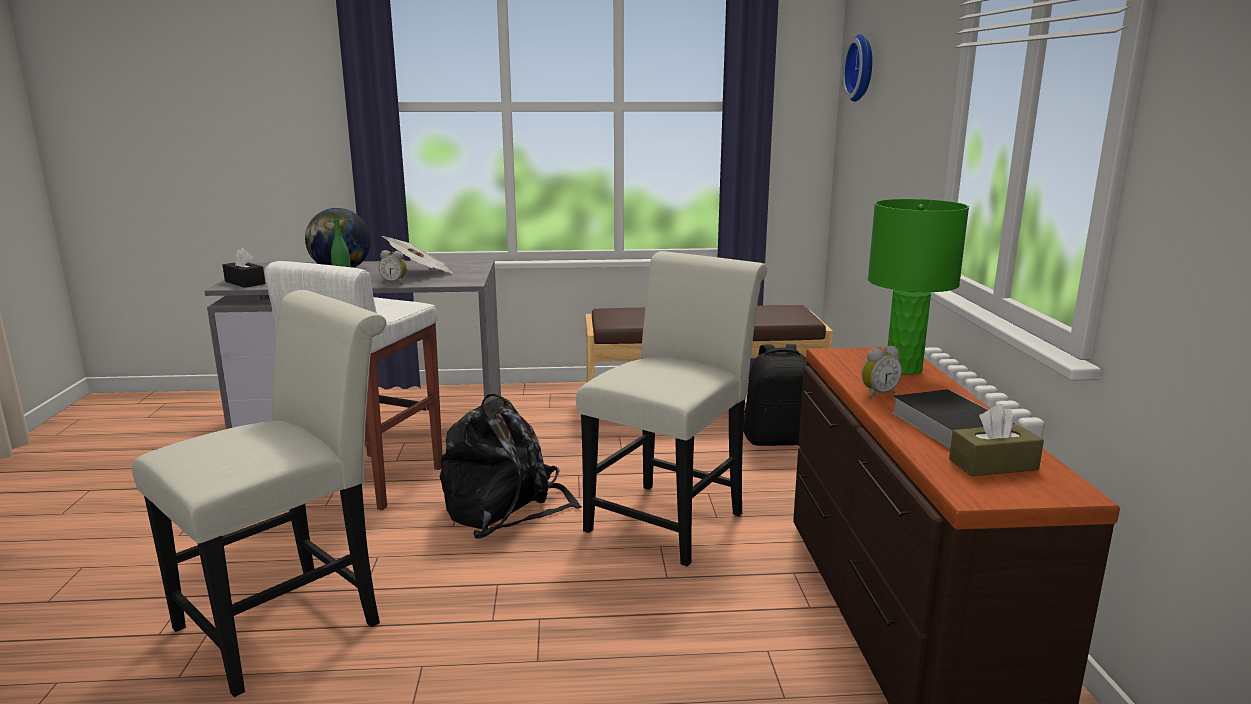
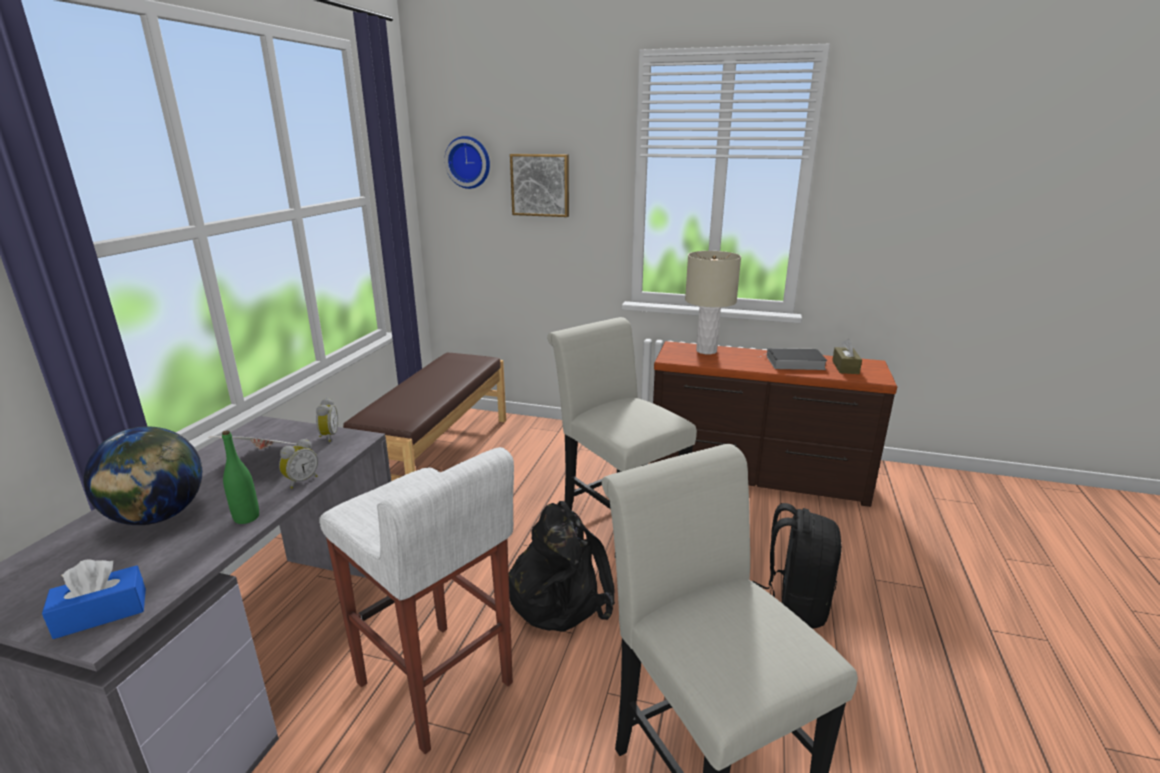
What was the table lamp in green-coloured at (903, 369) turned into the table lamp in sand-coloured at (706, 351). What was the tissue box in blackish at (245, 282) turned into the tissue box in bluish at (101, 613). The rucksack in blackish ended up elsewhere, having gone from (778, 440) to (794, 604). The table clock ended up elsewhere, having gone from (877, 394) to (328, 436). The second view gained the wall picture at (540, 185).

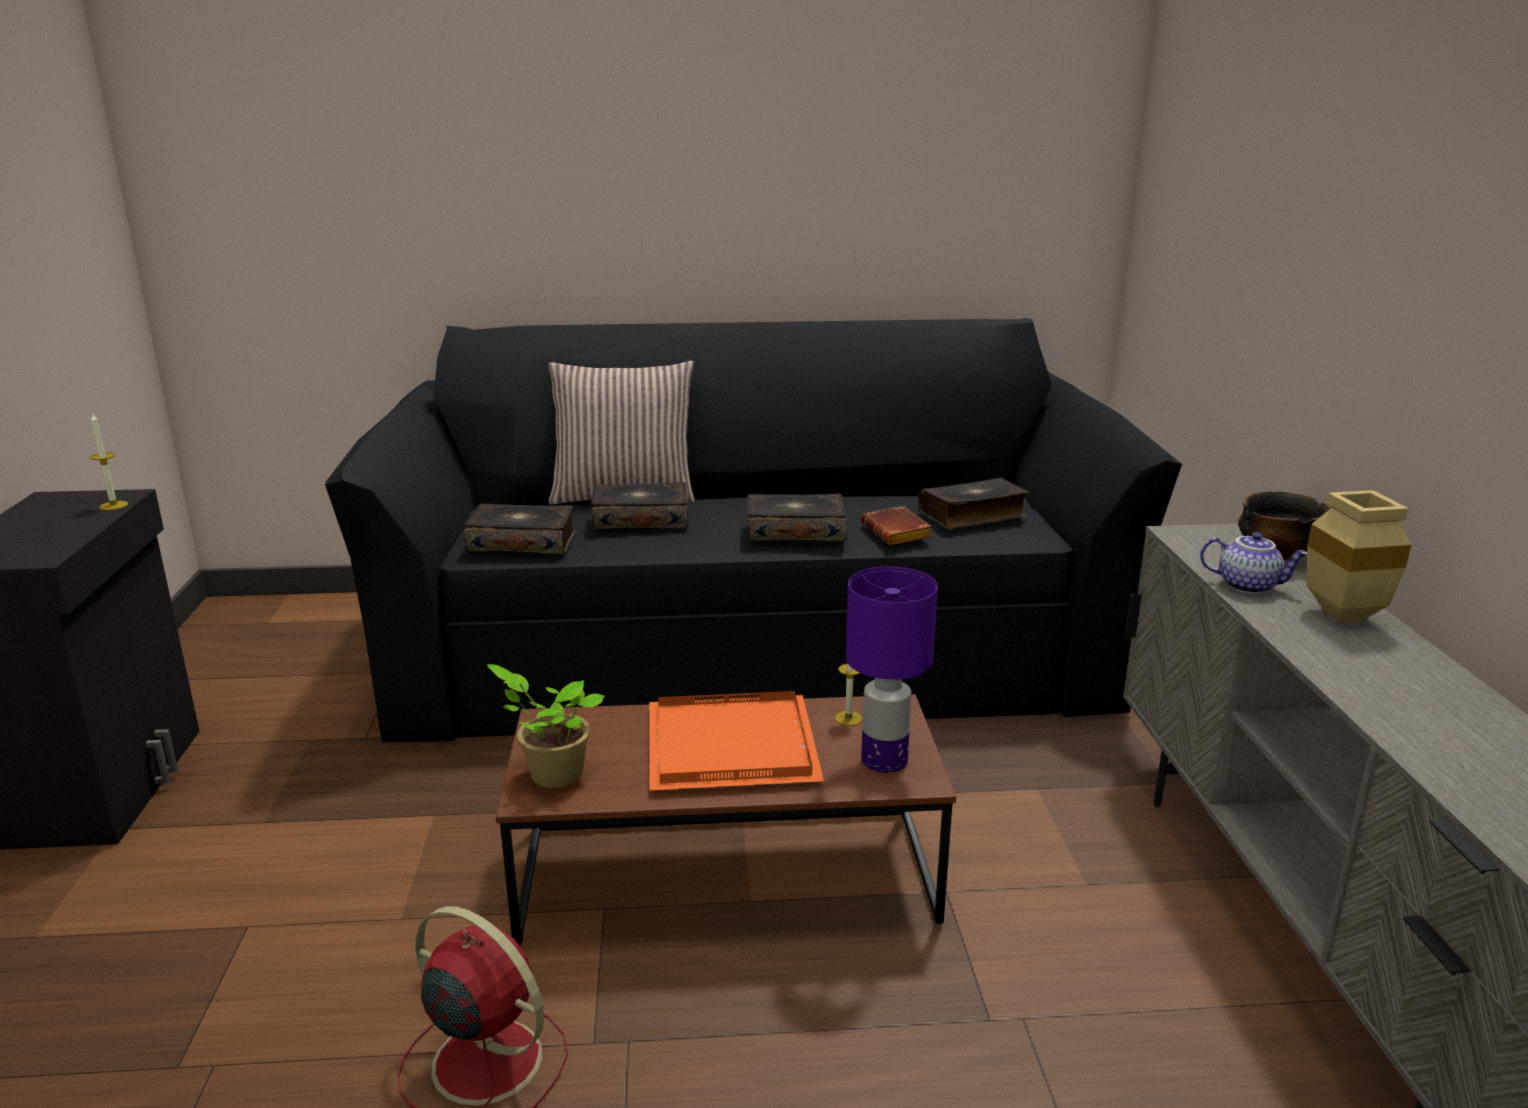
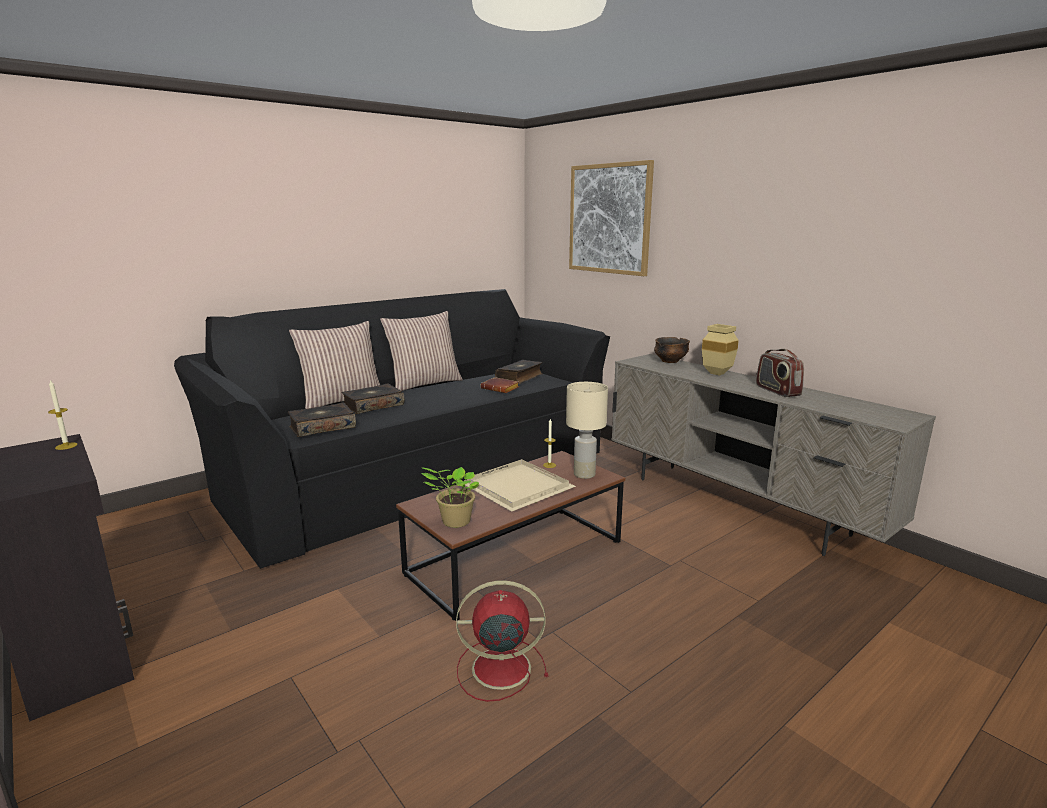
The second view lost the volume at (795, 531). The second view lost the tea pot at (1248, 585). What was the table lamp in purple-coloured at (883, 761) turned into the table lamp in sand-coloured at (583, 474). What was the serving tray in orange at (734, 747) turned into the serving tray in sand-coloured at (519, 488). The second view gained the wall picture at (609, 219). The second view gained the cushion at (424, 383). The second view gained the radio at (777, 391).

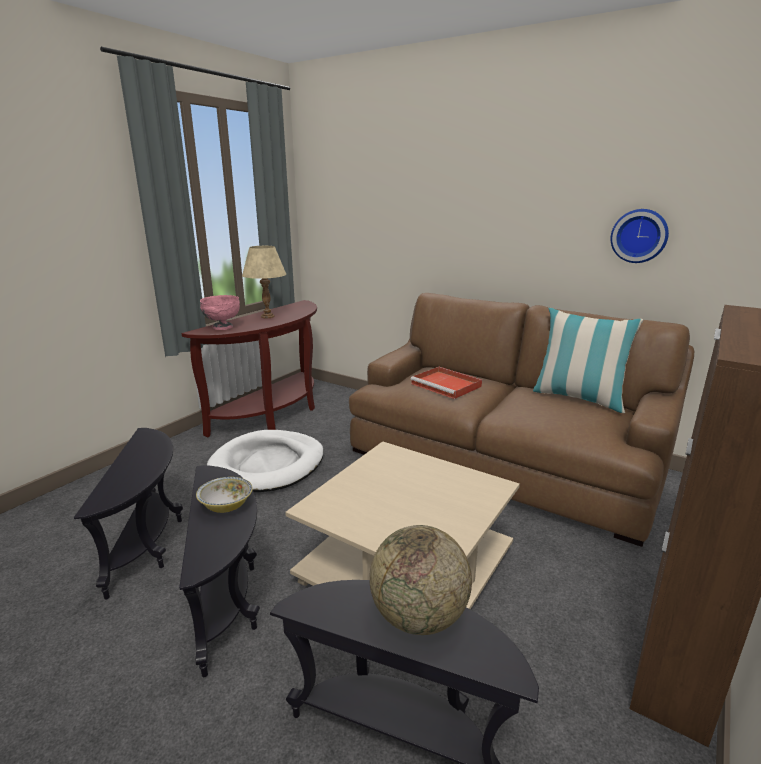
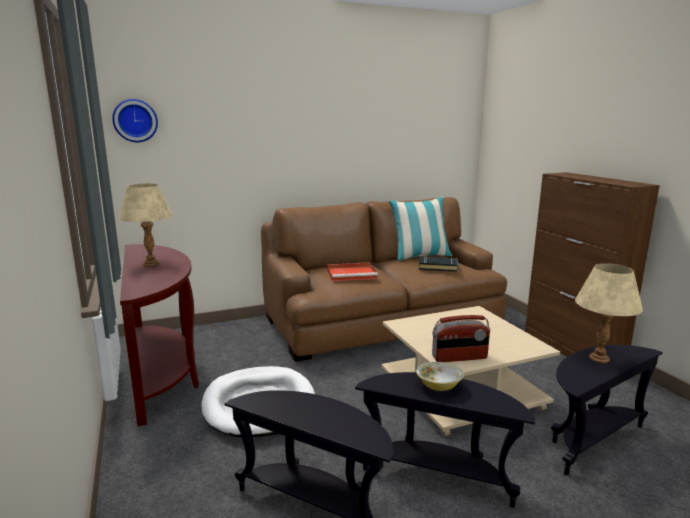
The hanging clock ended up elsewhere, having gone from (639, 236) to (135, 120). The second view lost the deep dish in pink-coloured at (222, 327). Where the globe stood at (419, 616), the table lamp in sand-coloured came to stand at (599, 358). The second view gained the volume in blackish at (438, 267). The second view gained the radio at (459, 358).

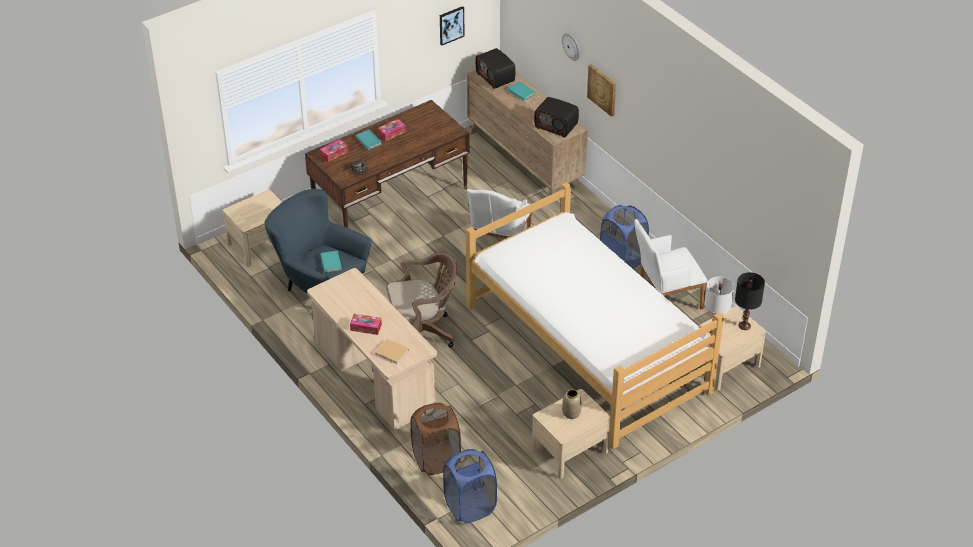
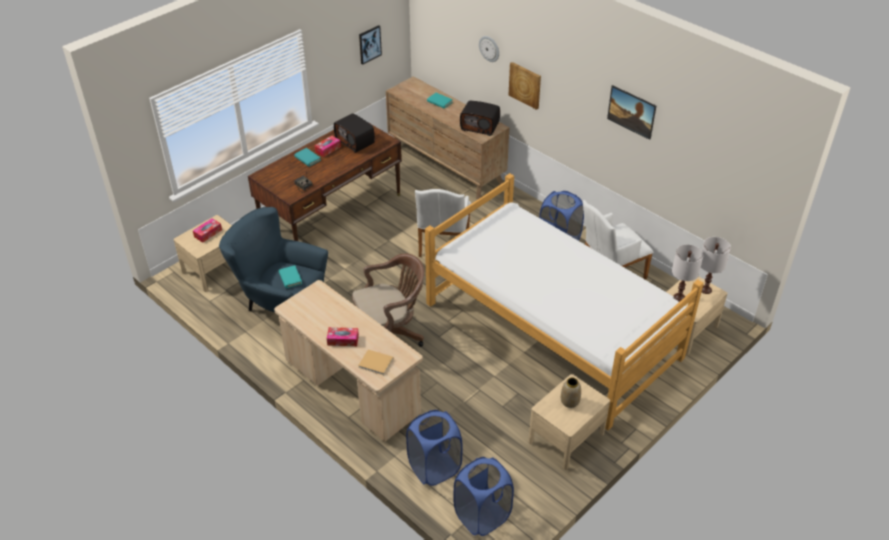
The radio ended up elsewhere, having gone from (496, 77) to (355, 141). The tissue box ended up elsewhere, having gone from (334, 154) to (208, 233). What was the table lamp in blackish at (744, 325) turned into the table lamp in white at (705, 289). What was the washing basket in brown at (436, 460) turned into the washing basket in bluish at (434, 467). The second view gained the wall picture at (630, 120).

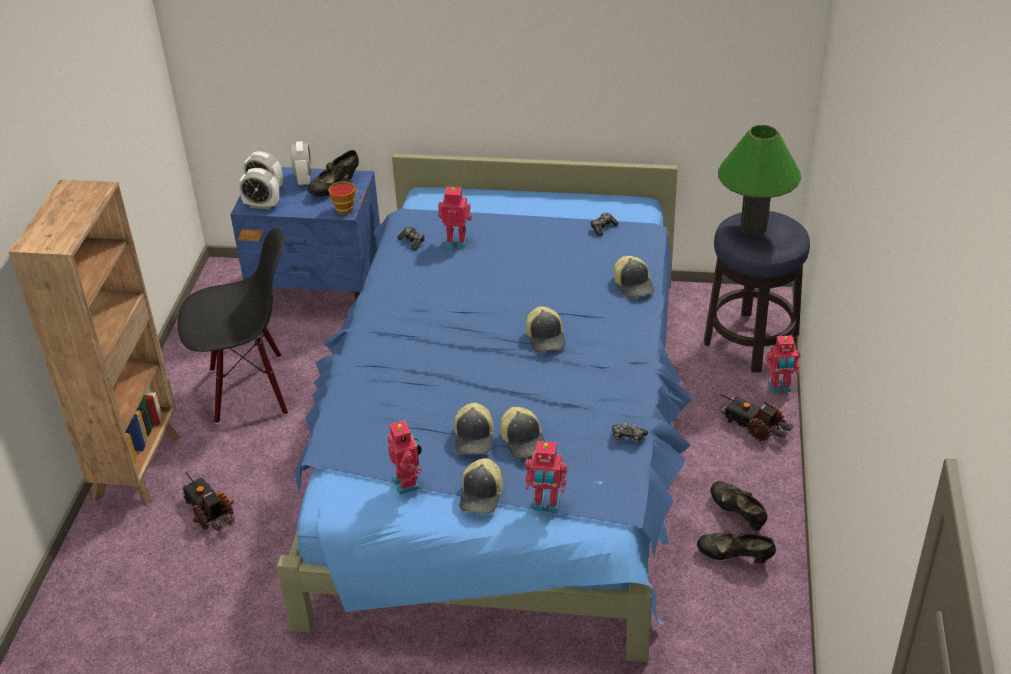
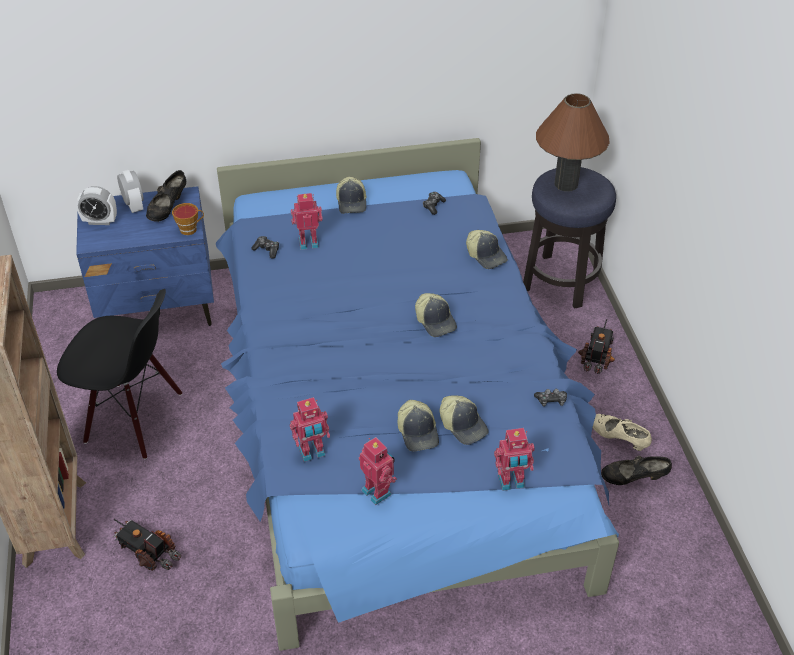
What was the table lamp in green-coloured at (753, 227) turned into the table lamp in brown at (566, 184). The second view lost the table clock at (262, 205). The chair in blackish at (249, 389) ended up facing another way, 45 degrees clockwise from before. The model robot ended up elsewhere, having gone from (779, 388) to (312, 453). The toy truck at (754, 426) ended up facing another way, 90 degrees clockwise from before. The baseball cap ended up elsewhere, having gone from (482, 495) to (352, 202). What was the low shoe in blackish at (737, 514) turned into the low shoe in sand-coloured at (618, 439).

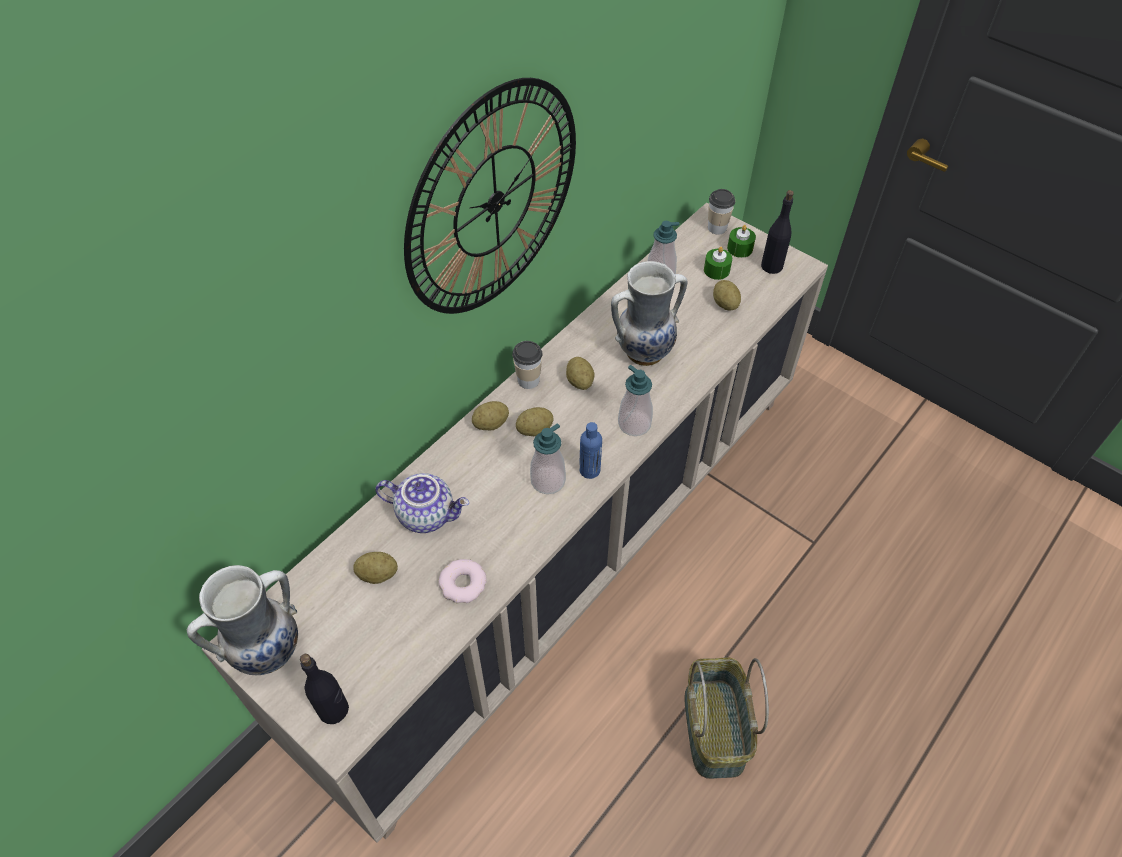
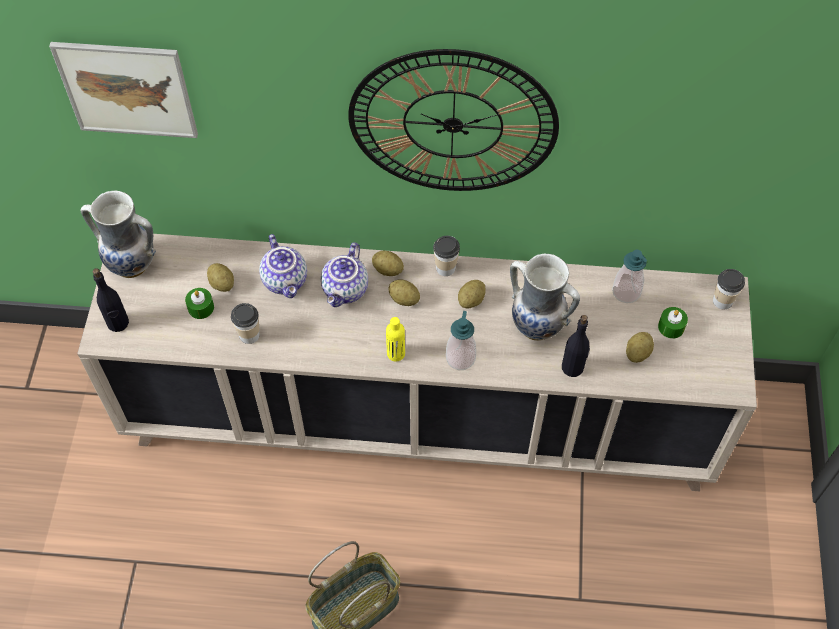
The bottle in blackish ended up elsewhere, having gone from (772, 266) to (573, 367). The wax light in green-coloured ended up elsewhere, having gone from (740, 248) to (201, 308). What was the bottle in bluish at (589, 470) turned into the bottle in yellow-coloured at (396, 353). The second view lost the liquid soap bottle at (548, 480). Where the donut stood at (463, 584), the drinking cup came to stand at (249, 335). The second view gained the wall picture at (127, 89). The second view gained the tea pot at (346, 290).

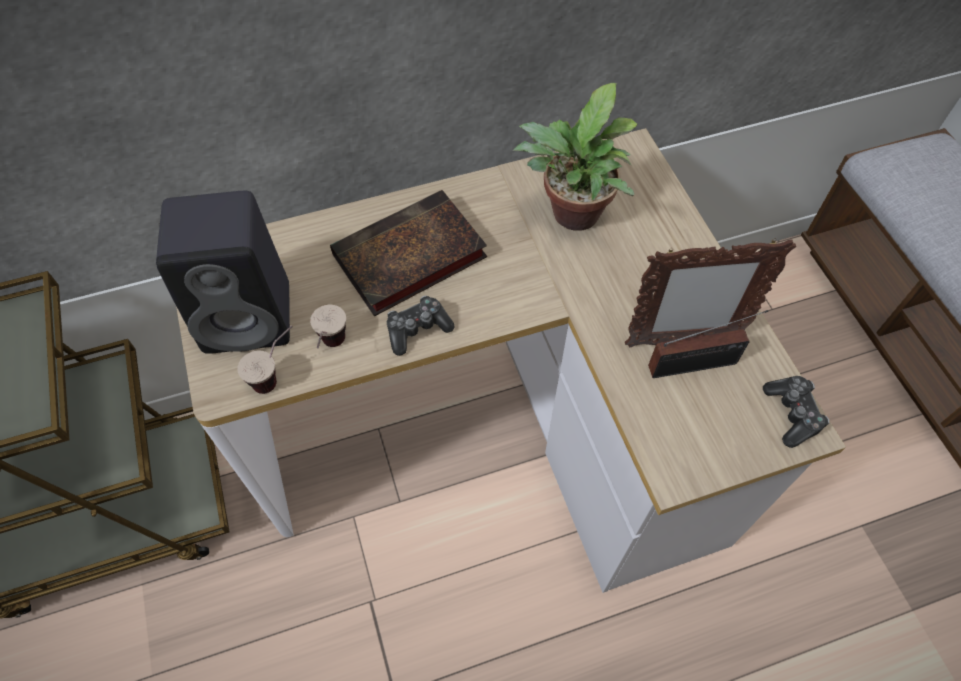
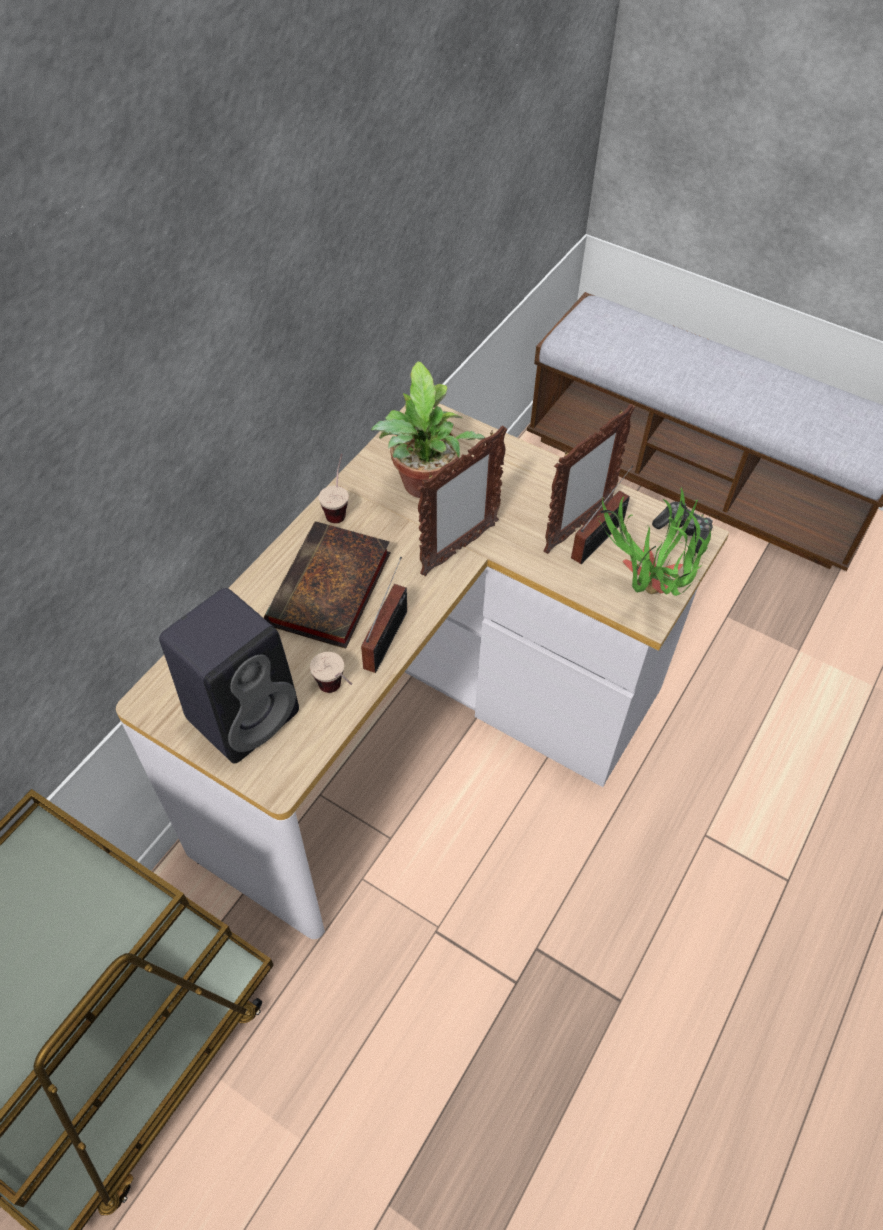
Where the game controller stood at (417, 329), the radio came to stand at (388, 636). The drinking cup ended up elsewhere, having gone from (277, 375) to (338, 507). The second view gained the standing frame at (458, 549). The second view gained the houseplant at (643, 597).

